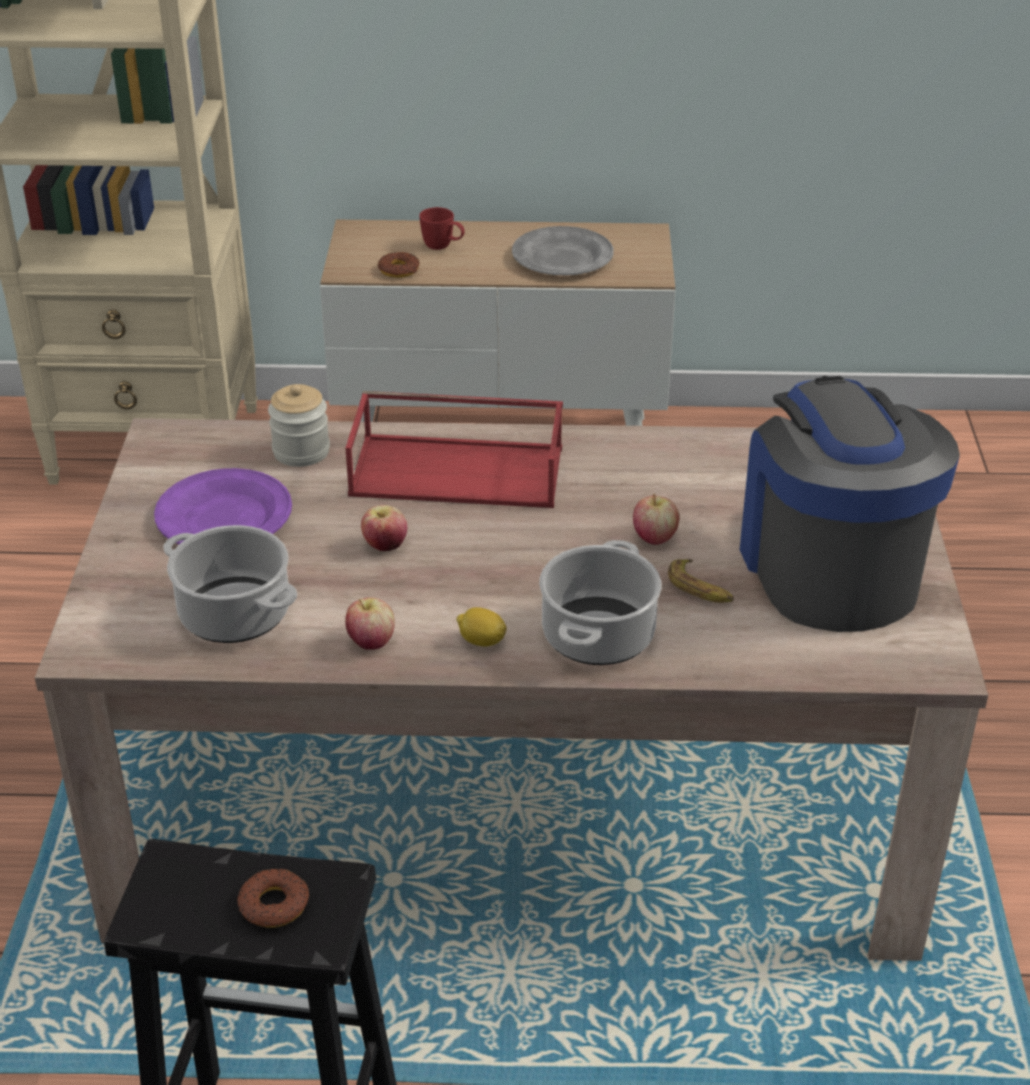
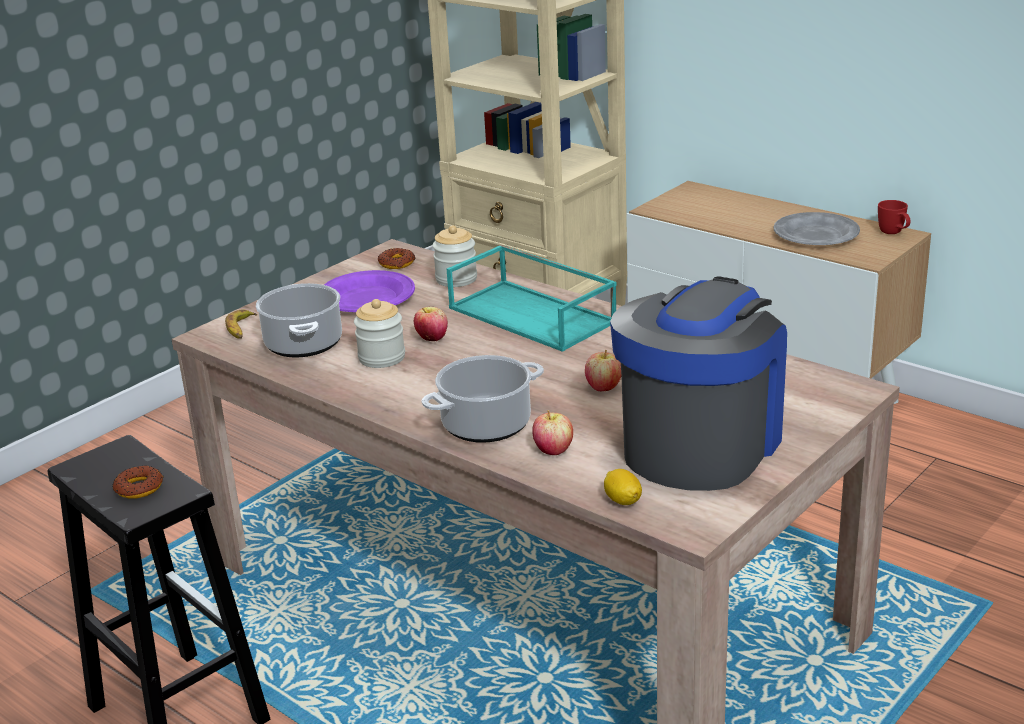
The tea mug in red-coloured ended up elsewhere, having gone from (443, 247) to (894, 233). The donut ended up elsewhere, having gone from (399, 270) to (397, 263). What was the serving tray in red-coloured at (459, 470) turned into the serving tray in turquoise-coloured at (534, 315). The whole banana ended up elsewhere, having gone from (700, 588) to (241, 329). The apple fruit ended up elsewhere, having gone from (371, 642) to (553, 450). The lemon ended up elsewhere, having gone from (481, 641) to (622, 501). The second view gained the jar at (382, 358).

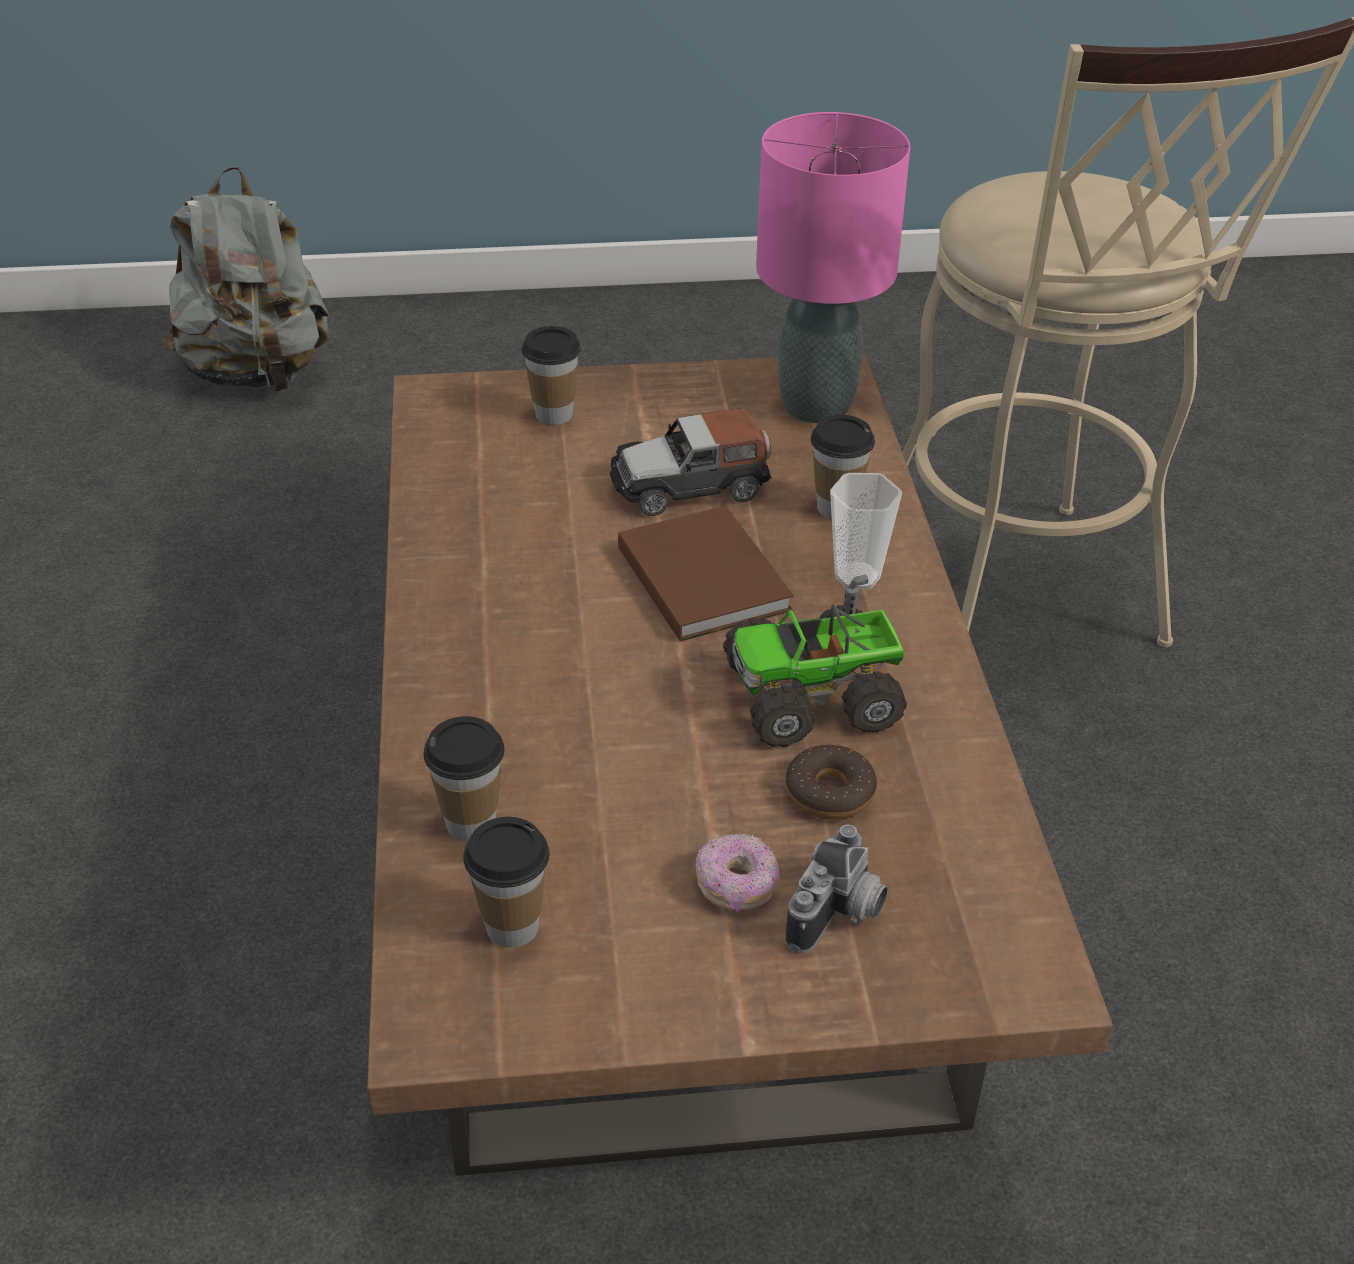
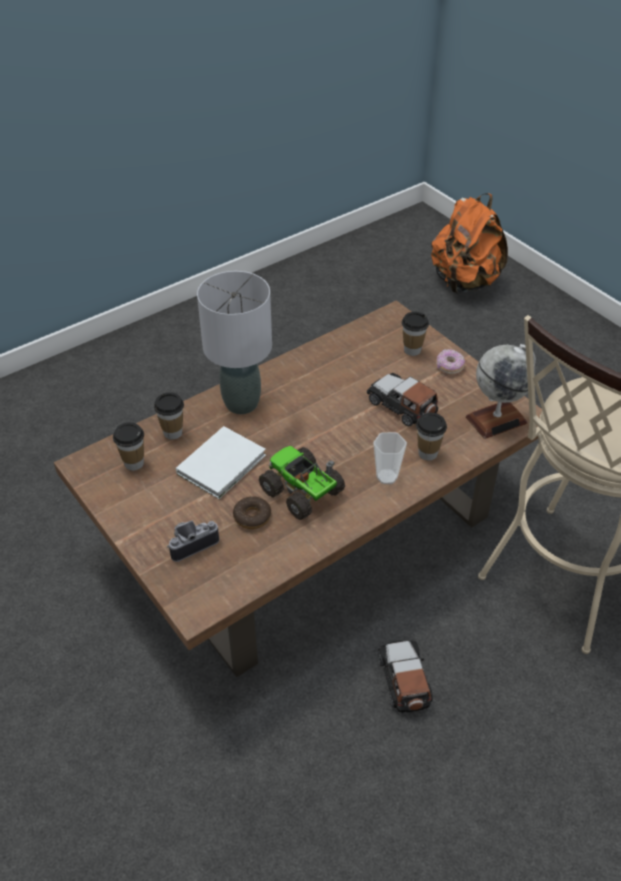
Where the table lamp in pink-coloured stood at (817, 405), the globe came to stand at (496, 419). What was the rucksack in gray at (258, 373) turned into the rucksack in orange at (464, 282). The second view lost the volume in brown at (704, 575). The photo camera at (840, 915) ended up facing another way, 150 degrees clockwise from before. The donut ended up elsewhere, having gone from (736, 886) to (449, 367). The second view gained the table lamp in gray at (242, 404). The second view gained the volume in white at (224, 464). The second view gained the toy car at (404, 680).

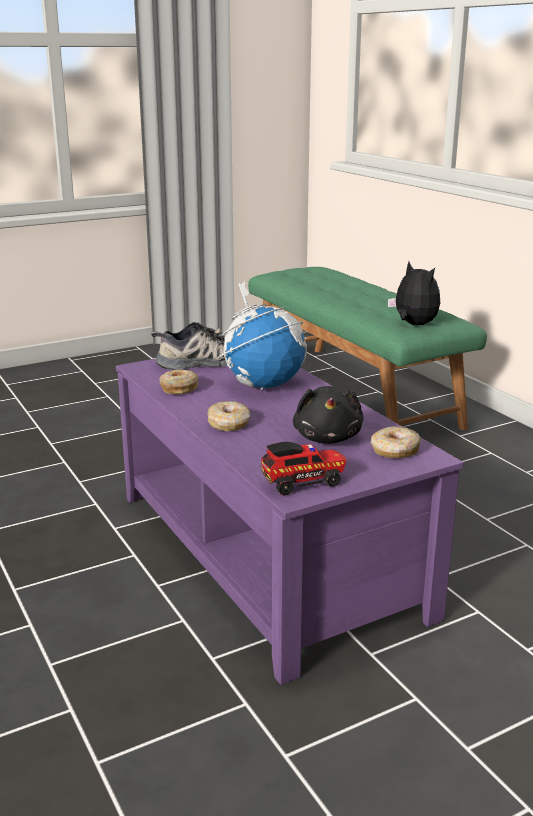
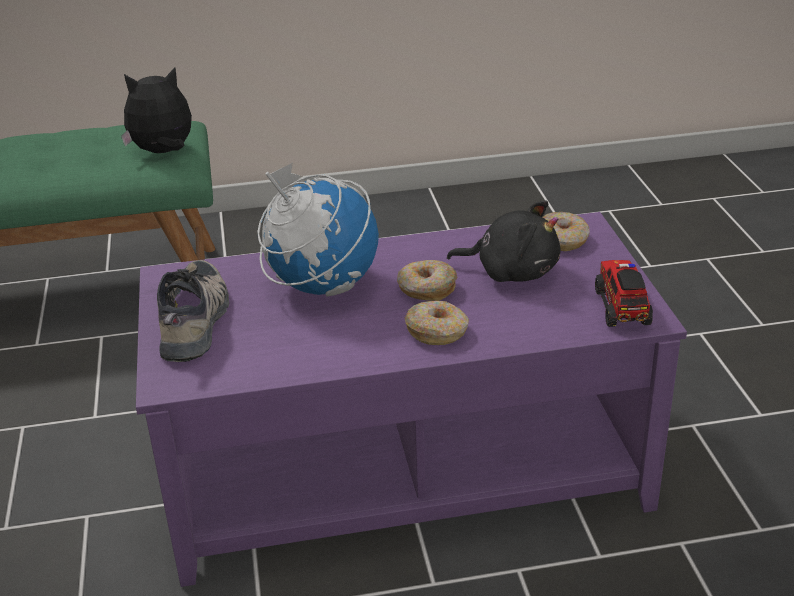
The donut ended up elsewhere, having gone from (179, 388) to (426, 289).

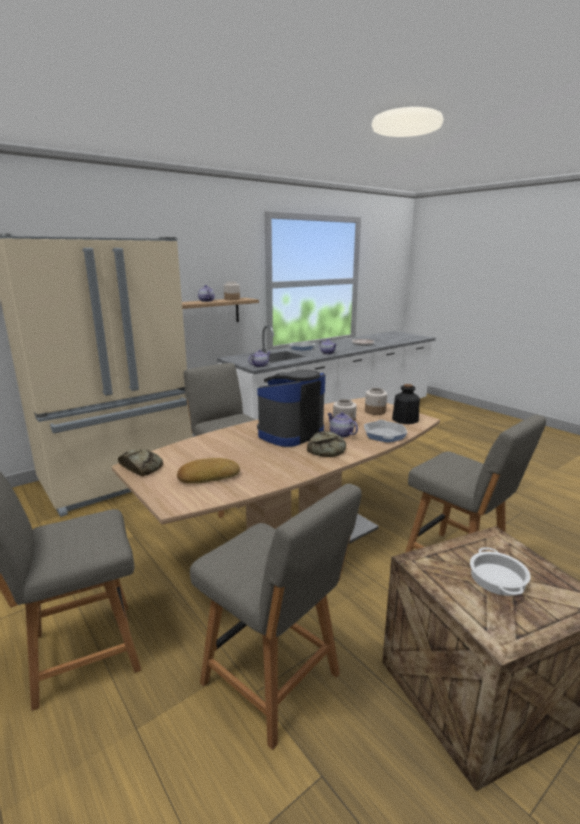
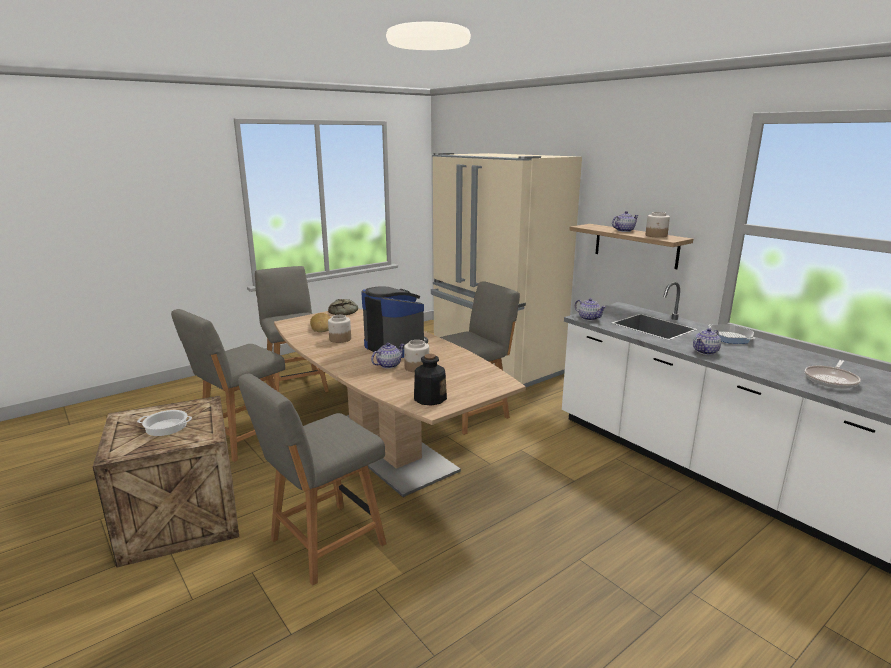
The jar ended up elsewhere, having gone from (375, 411) to (340, 339). The second view lost the pan at (384, 435). The second view lost the bakery bread at (328, 449).

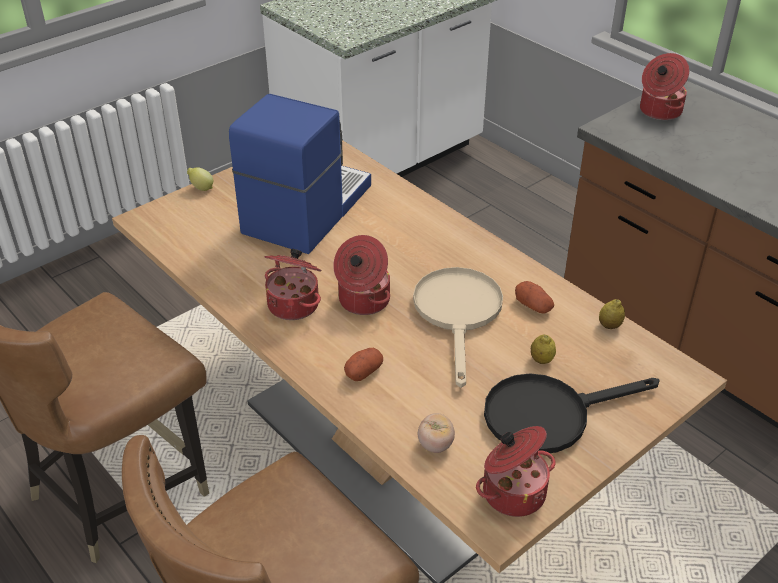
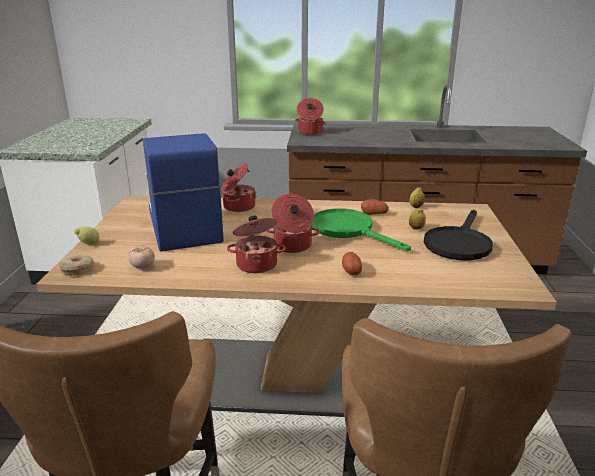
What was the pan in sand-coloured at (458, 314) turned into the pan in green-coloured at (349, 230). The fresh tomato ended up elsewhere, having gone from (435, 445) to (143, 267). The cooking pot ended up elsewhere, having gone from (512, 491) to (238, 207). The second view gained the donut at (78, 270).

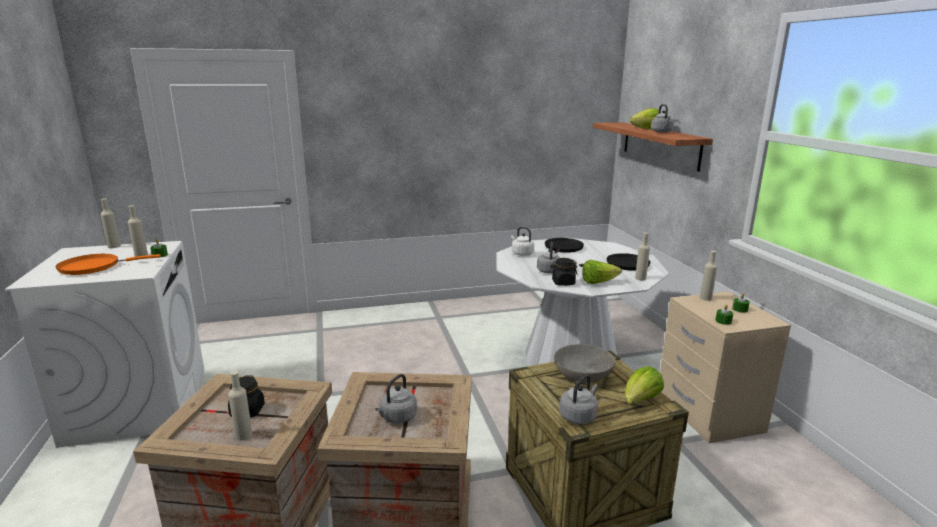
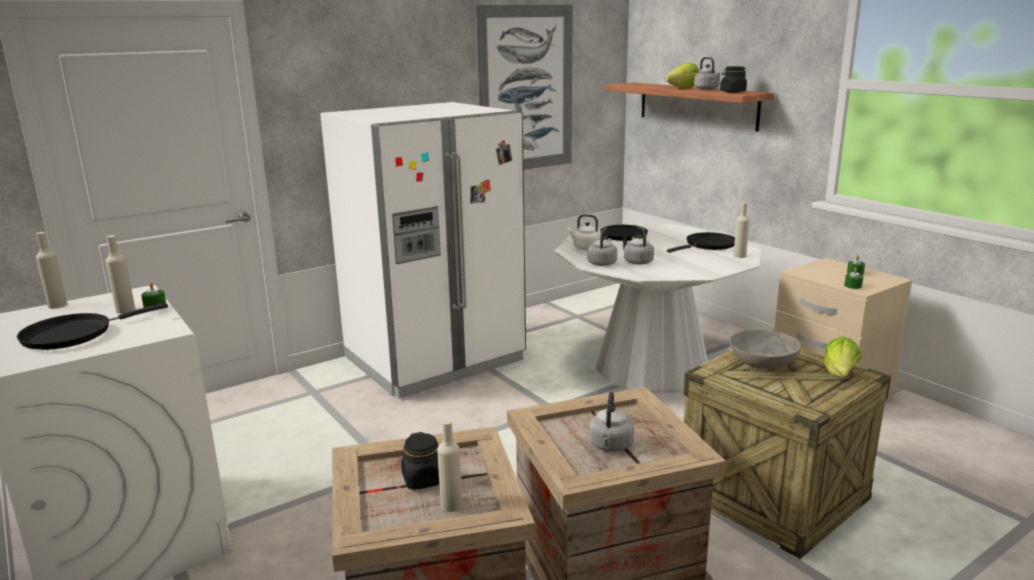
The second view lost the bottle in sand-coloured at (705, 298). What was the pan in orange at (94, 267) turned into the pan in blackish at (73, 334). The jar in blackish ended up elsewhere, having gone from (563, 283) to (732, 92). The second view lost the head of lettuce at (598, 282). The tea kettle in gray ended up elsewhere, having gone from (579, 416) to (602, 263). The second view gained the wall picture at (525, 89). The second view gained the fridge in white at (434, 359).

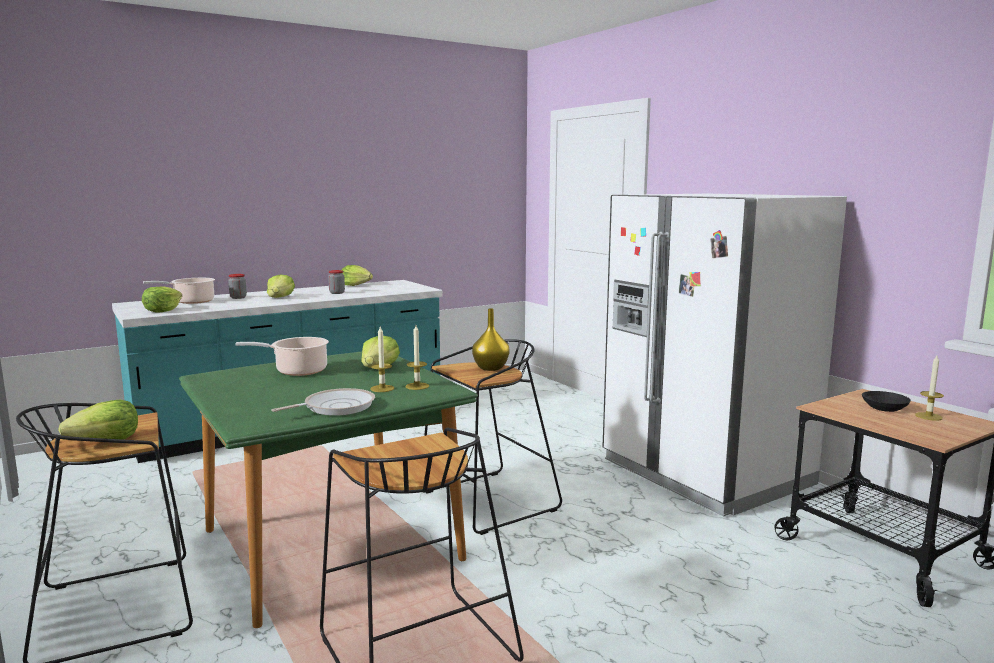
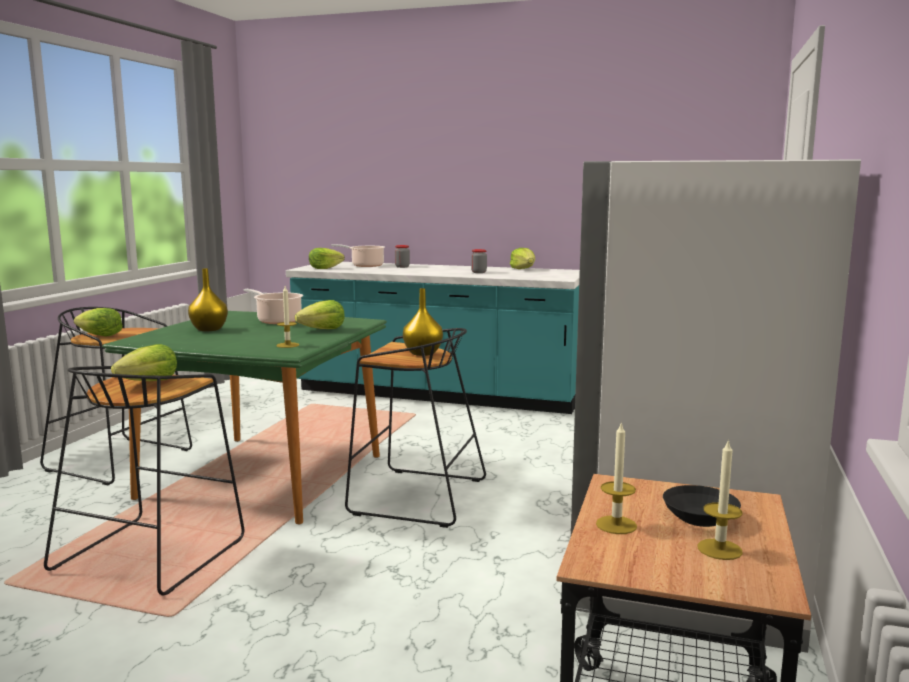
The head of lettuce ended up elsewhere, having gone from (280, 297) to (149, 382). The wax light ended up elsewhere, having gone from (382, 388) to (616, 525). The second view lost the pan at (335, 407). The second view gained the decorative vase in yellow-coloured at (208, 329).

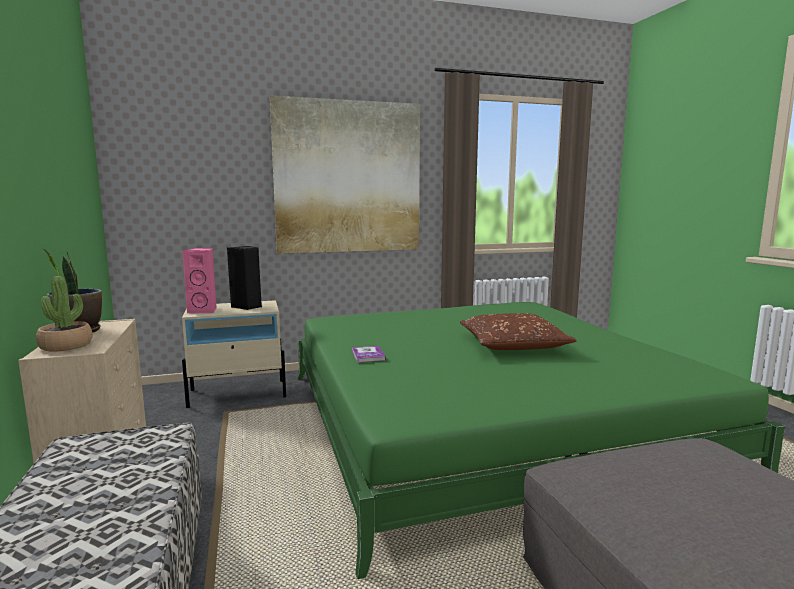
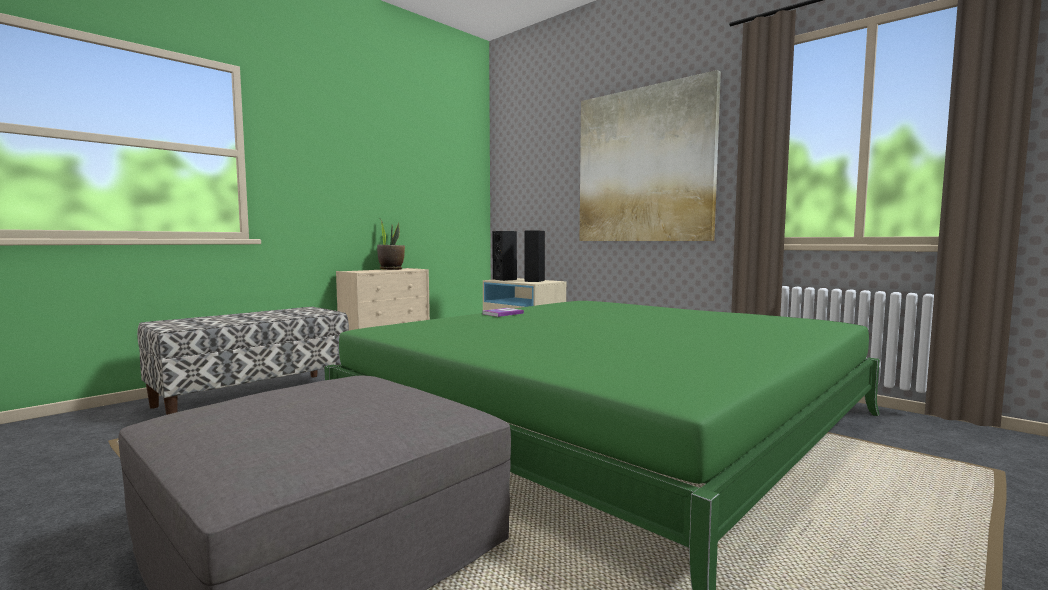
What was the audio speaker in pink-coloured at (204, 310) turned into the audio speaker in blackish at (505, 279). The second view lost the houseplant at (66, 346). The second view lost the cushion in brown at (512, 344).

